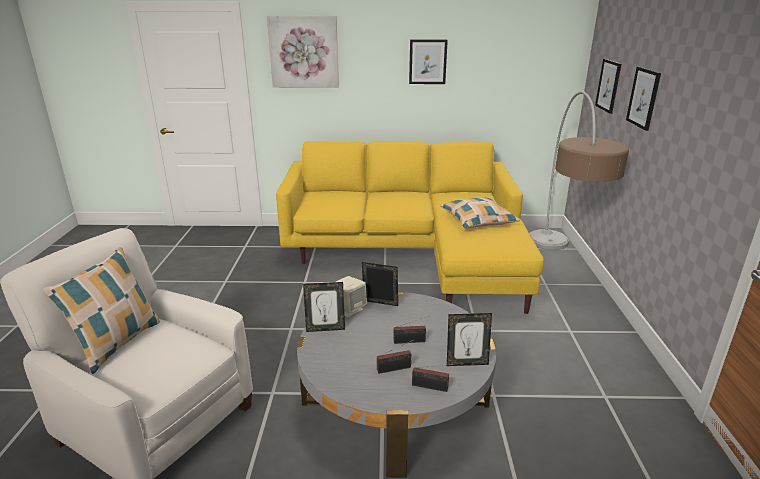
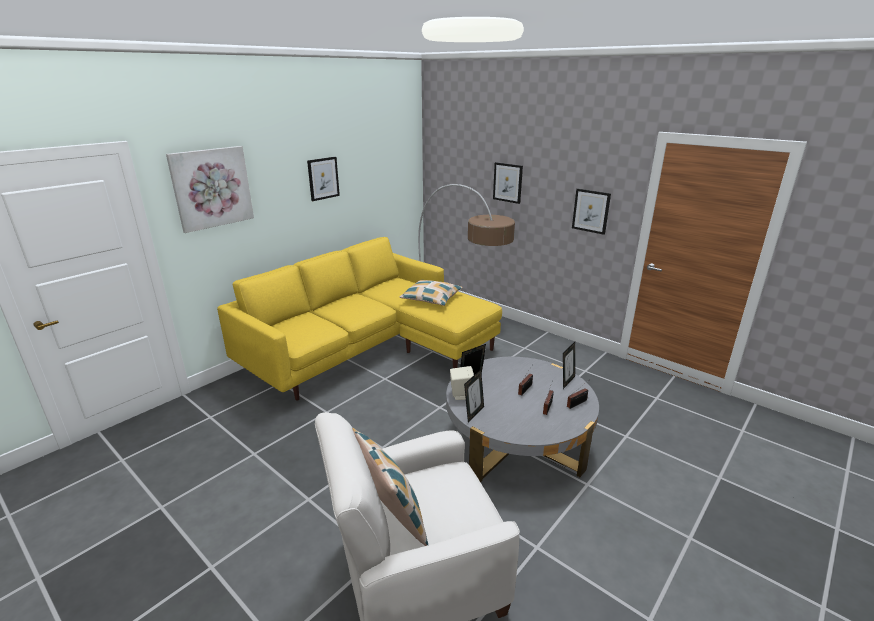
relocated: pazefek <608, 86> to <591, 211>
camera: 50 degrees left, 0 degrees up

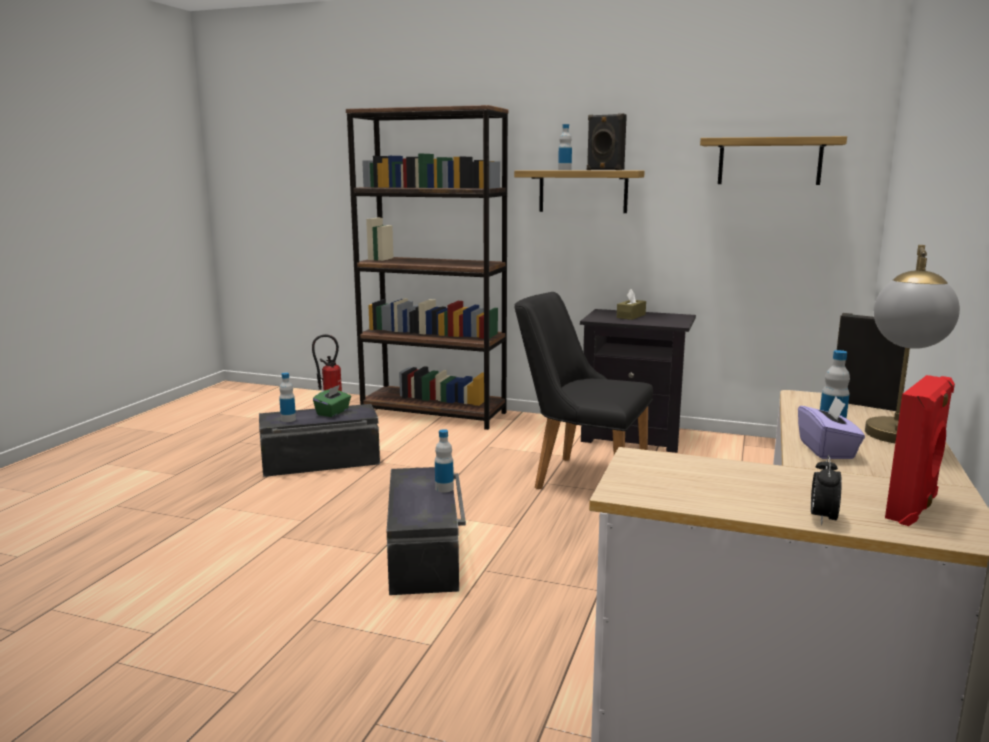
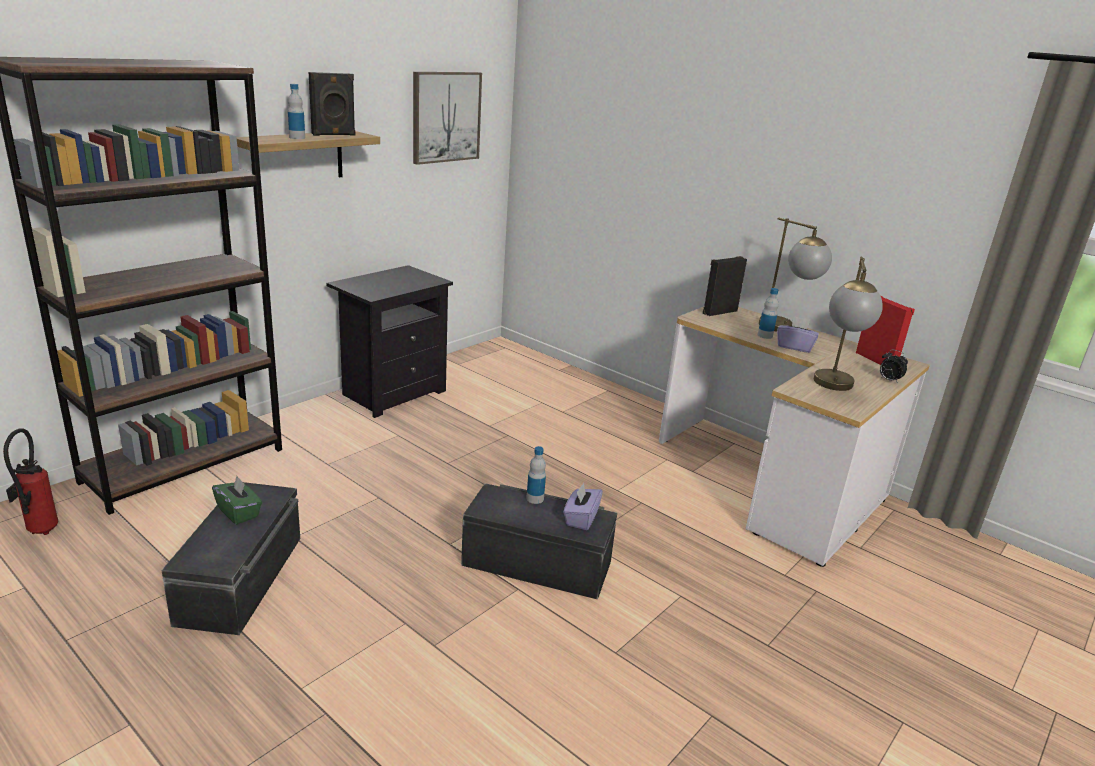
missing: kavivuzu <287, 397>; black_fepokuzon <584, 390>; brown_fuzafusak <631, 304>
appeared: purple_fuzafusak <583, 506>; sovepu <848, 324>
exchanged: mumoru <773, 160> to pazefek <447, 118>
camera: 70 degrees left, 10 degrees up

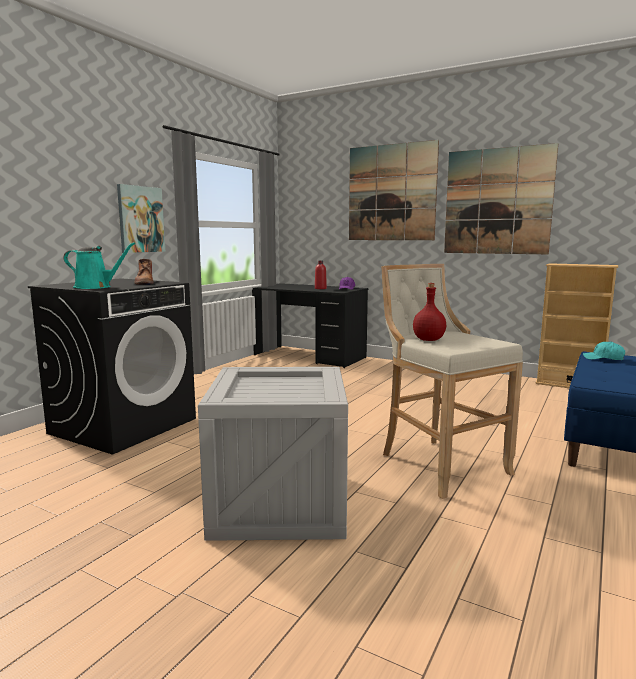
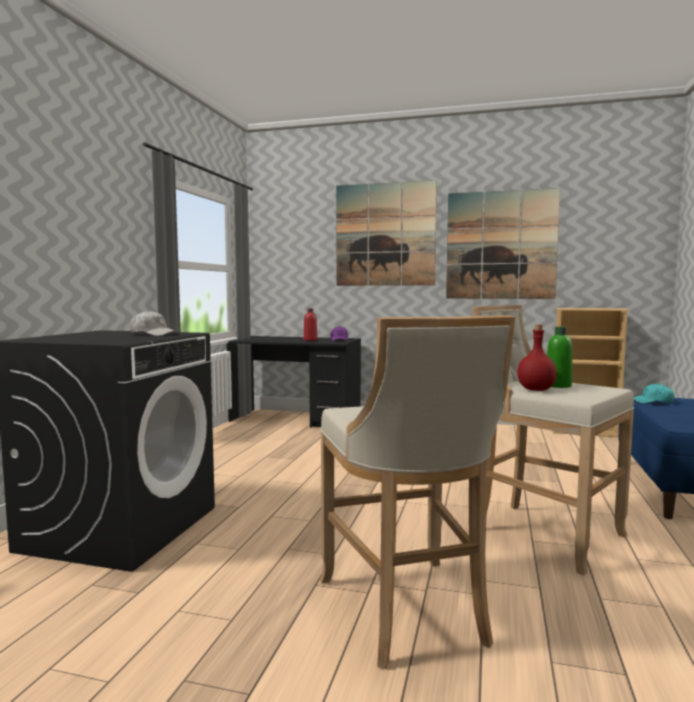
missing: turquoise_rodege <100, 265>; pazefek <141, 218>
appeared: green_kavivuzu <559, 357>
exchanged: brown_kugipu <144, 272> to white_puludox <154, 323>; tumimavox <273, 454> to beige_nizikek <417, 492>
camera: 15 degrees left, 5 degrees down

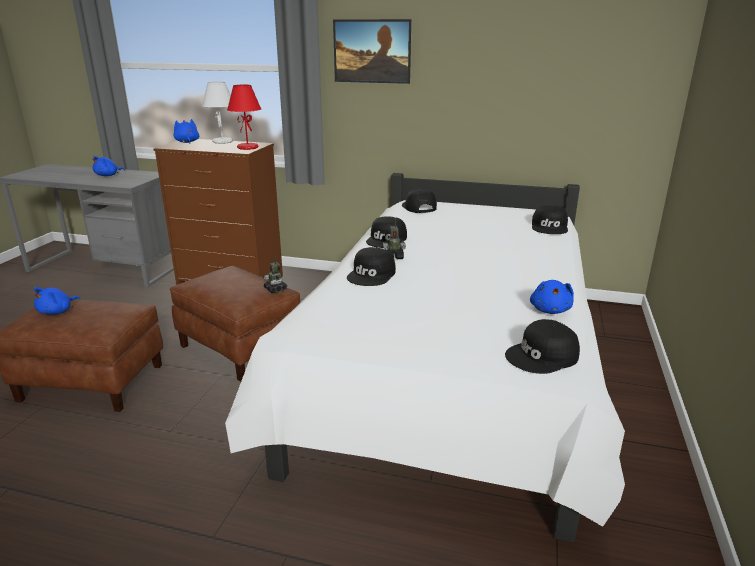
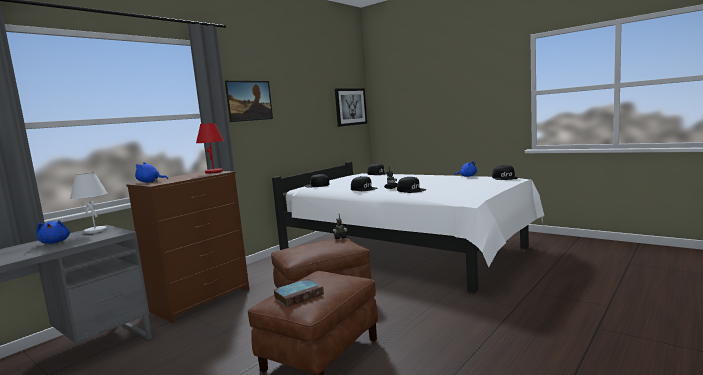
appeared: pazefek <351, 107>
relocated: white_sovepu <217, 113> to <88, 203>
exchanged: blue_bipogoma <57, 301> to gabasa <298, 293>
camera: 65 degrees left, 15 degrees down

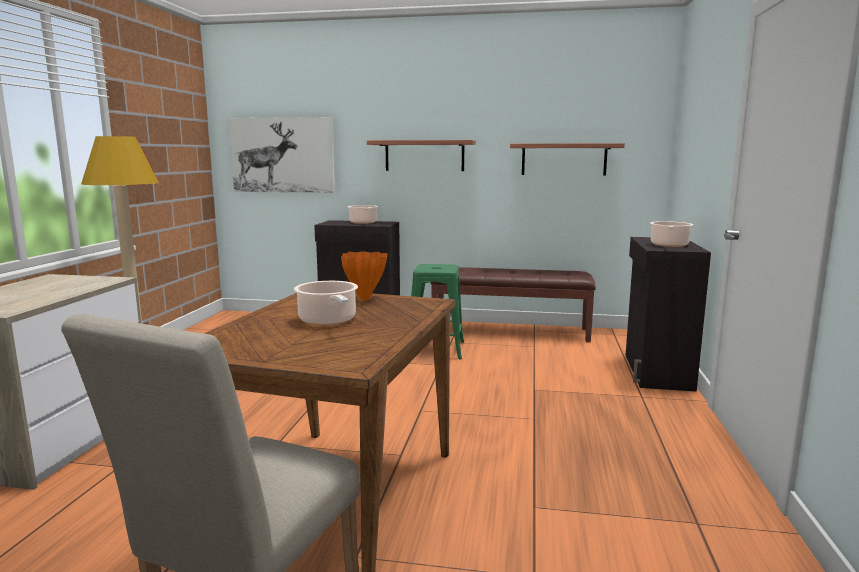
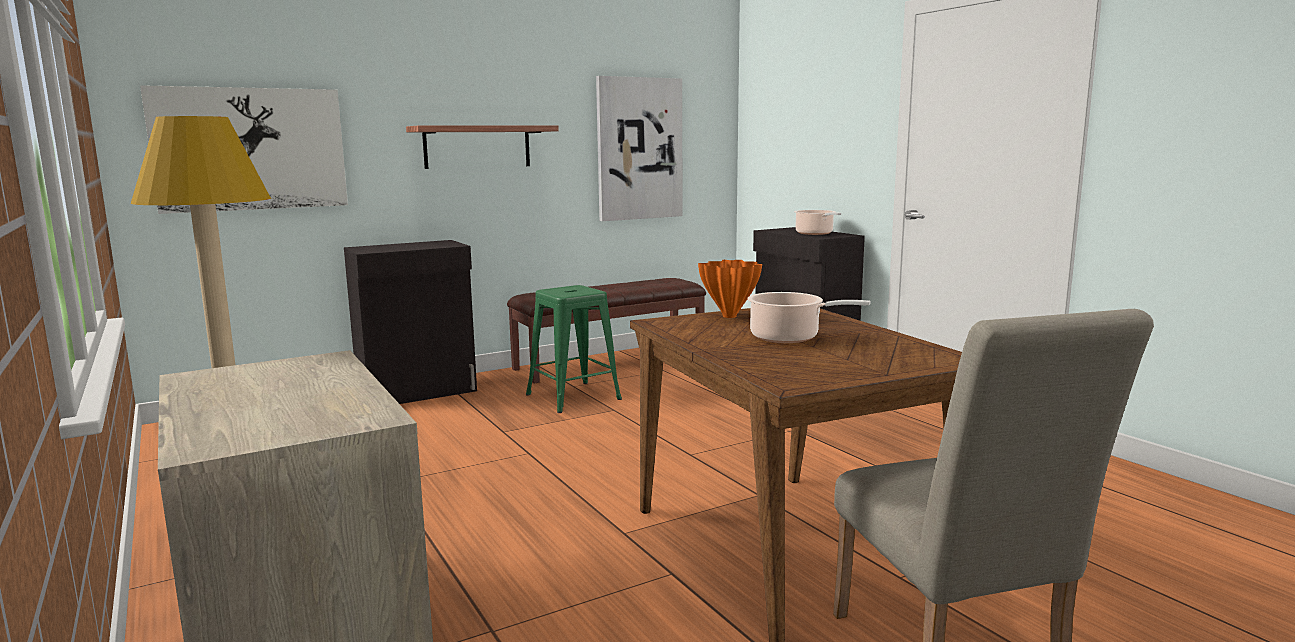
missing: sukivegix <363, 214>
exchanged: mumoru <567, 159> to pazefek <639, 148>
camera: 40 degrees left, 0 degrees up

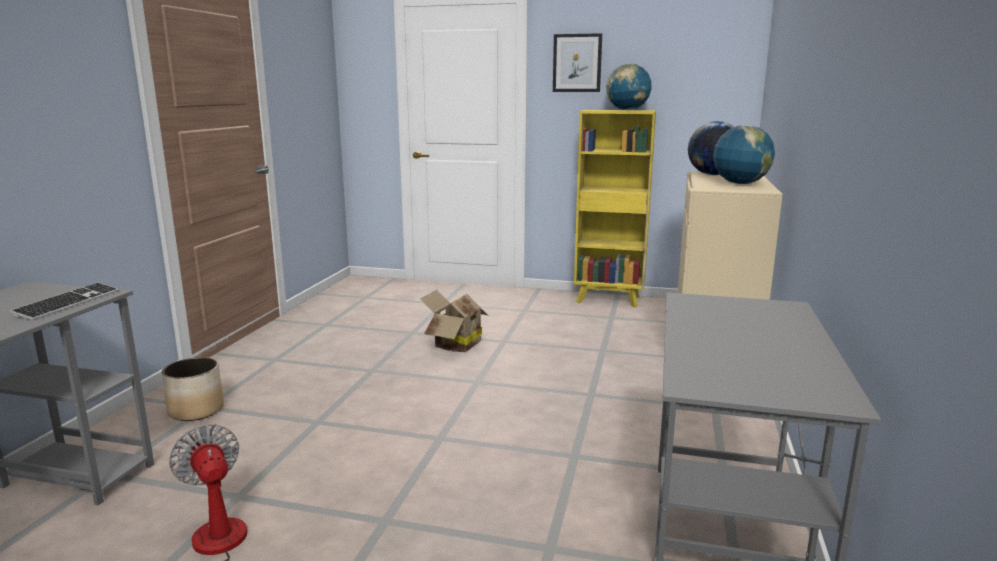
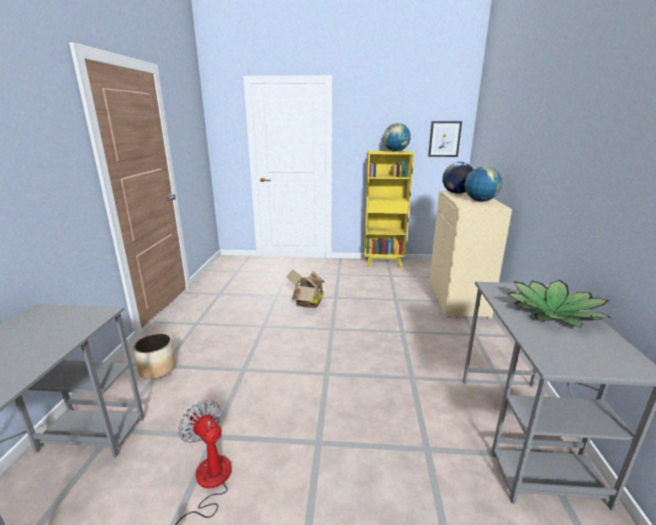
missing: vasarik <64, 301>
appeared: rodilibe <559, 304>
relocated: pazefek <577, 62> to <445, 139>
camera: 10 degrees left, 5 degrees up

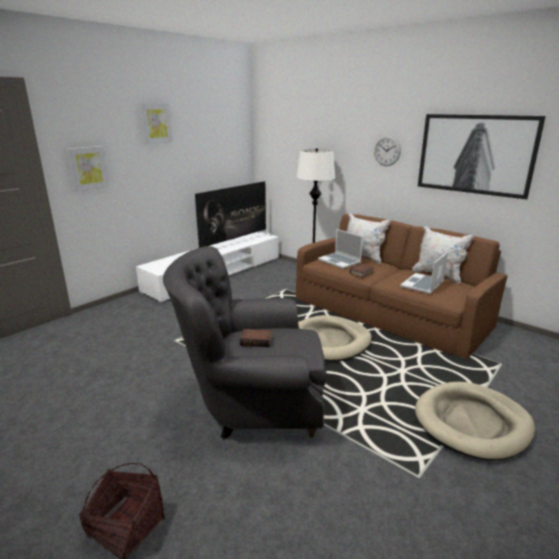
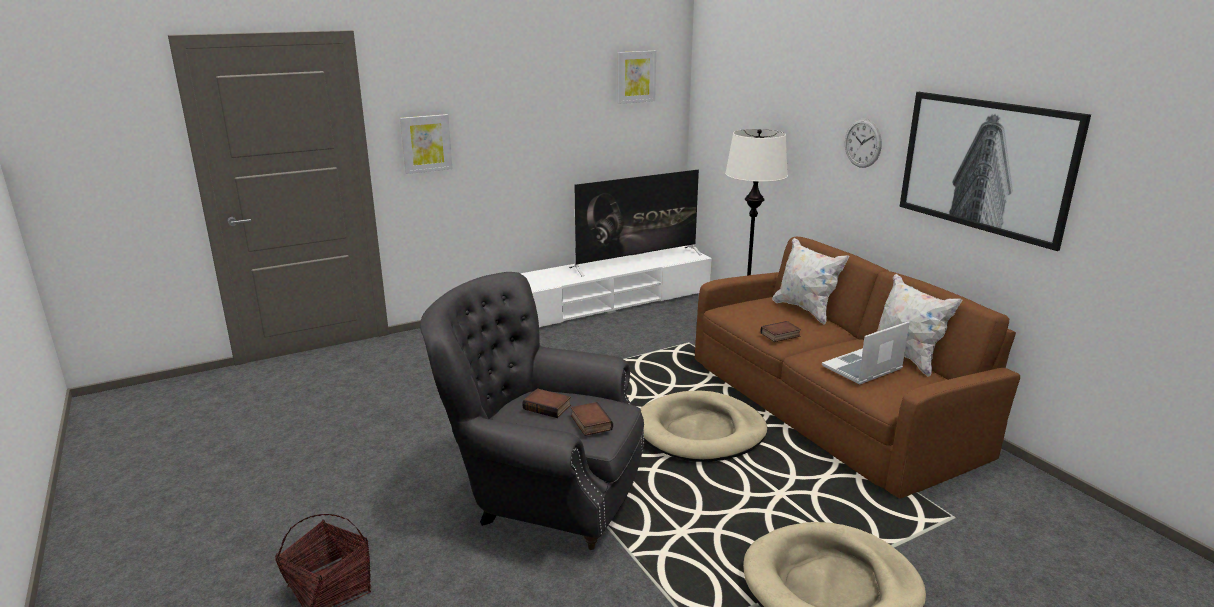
missing: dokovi <340, 249>
appeared: gabasa <592, 419>
relocated: pazefek <156, 124> to <636, 77>
camera: 20 degrees right, 0 degrees up

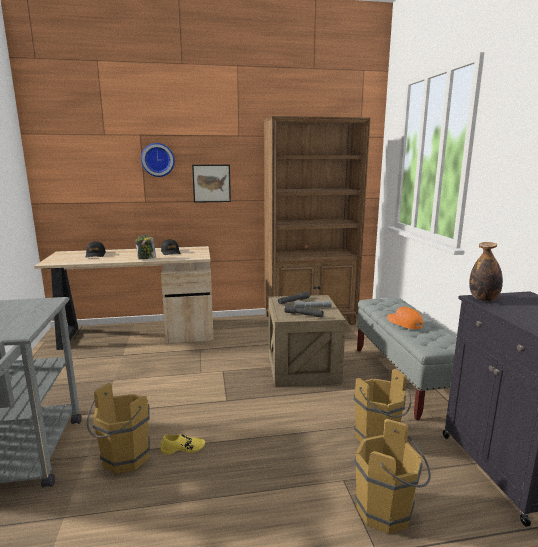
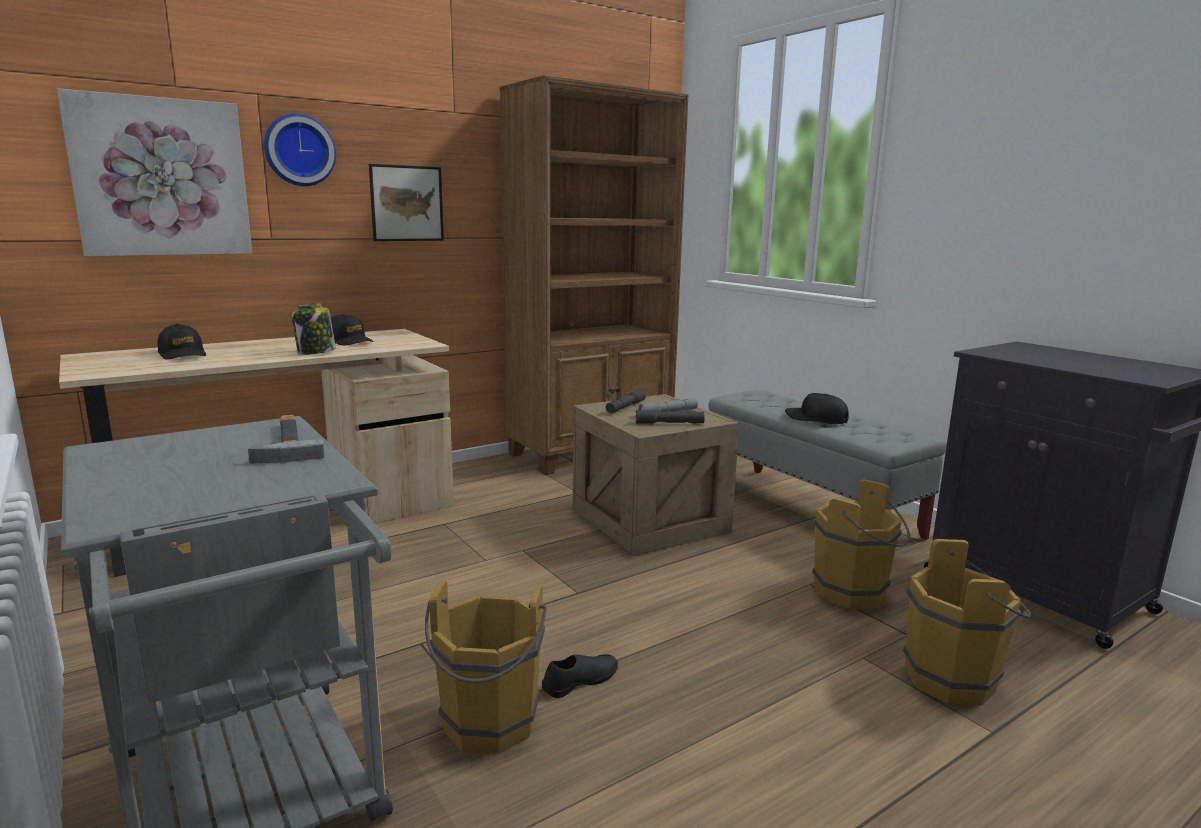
missing: kavivuzu <486, 271>
appeared: pazefek <154, 172>; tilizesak <286, 439>
colour: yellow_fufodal <182, 444> to black_fufodal <580, 676>; orange_puludox <405, 318> to black_puludox <817, 408>
camera: 25 degrees left, 0 degrees up

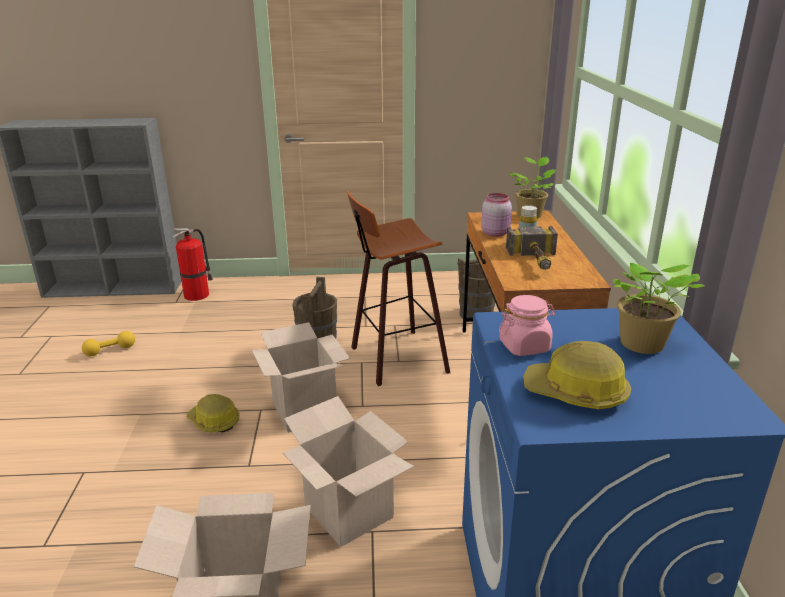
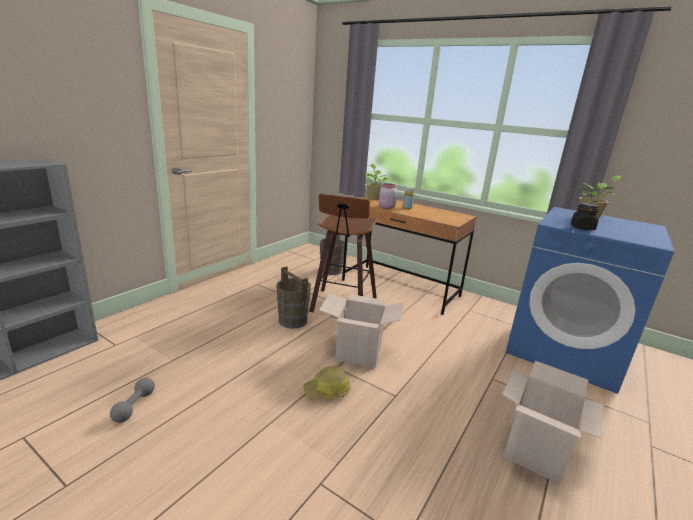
missing: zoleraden <193, 264>; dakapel <348, 471>; tilizesak <532, 248>; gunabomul <577, 375>
colour: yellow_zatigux <108, 343> to grey_zatigux <132, 400>; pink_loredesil <527, 325> to black_loredesil <585, 216>
camera: 55 degrees left, 5 degrees down

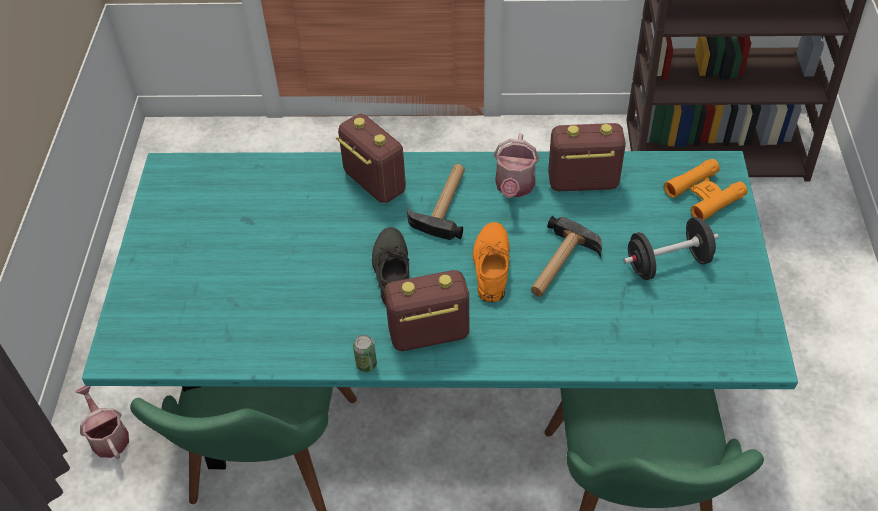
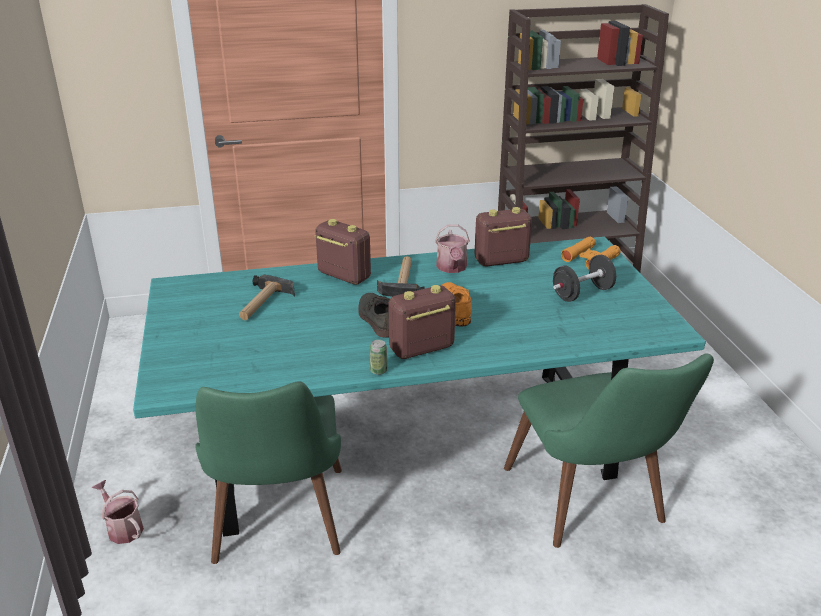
relocated: tilizesak <566, 256> to <267, 297>
camera: 15 degrees left, 20 degrees down

